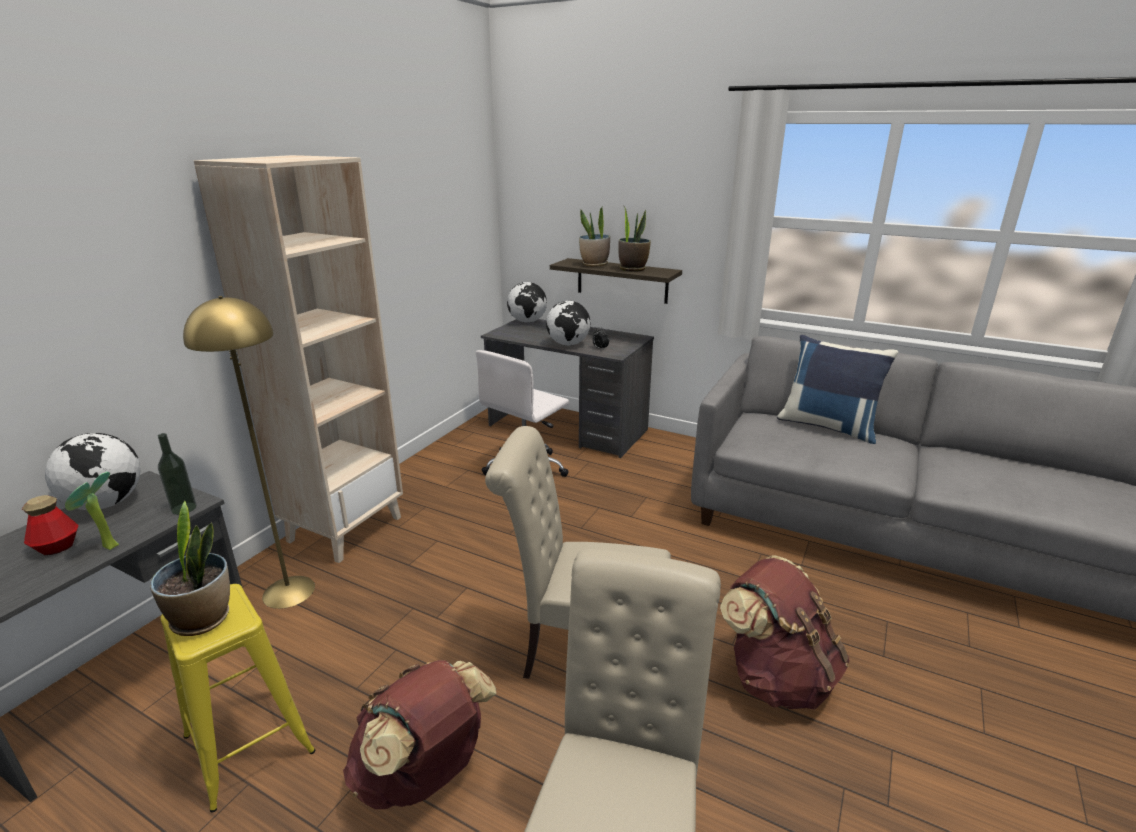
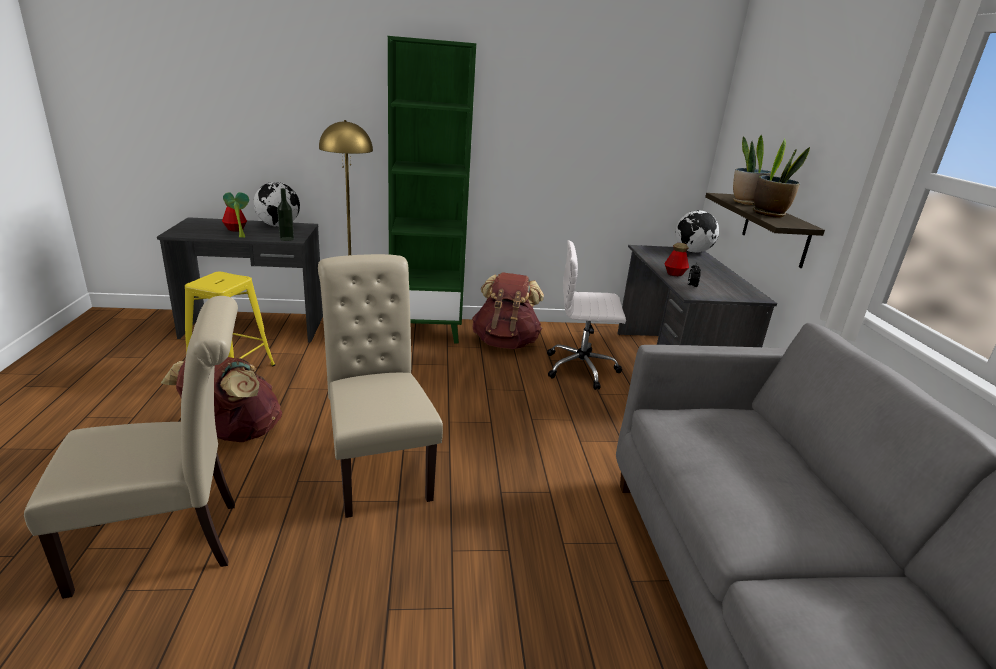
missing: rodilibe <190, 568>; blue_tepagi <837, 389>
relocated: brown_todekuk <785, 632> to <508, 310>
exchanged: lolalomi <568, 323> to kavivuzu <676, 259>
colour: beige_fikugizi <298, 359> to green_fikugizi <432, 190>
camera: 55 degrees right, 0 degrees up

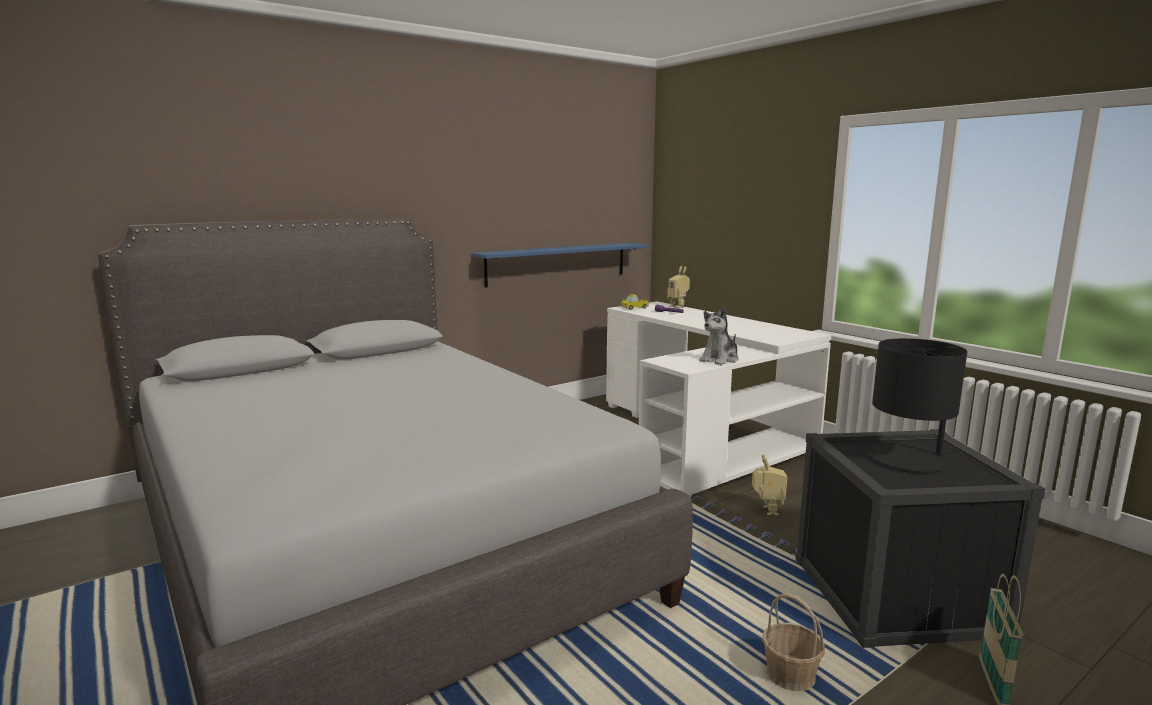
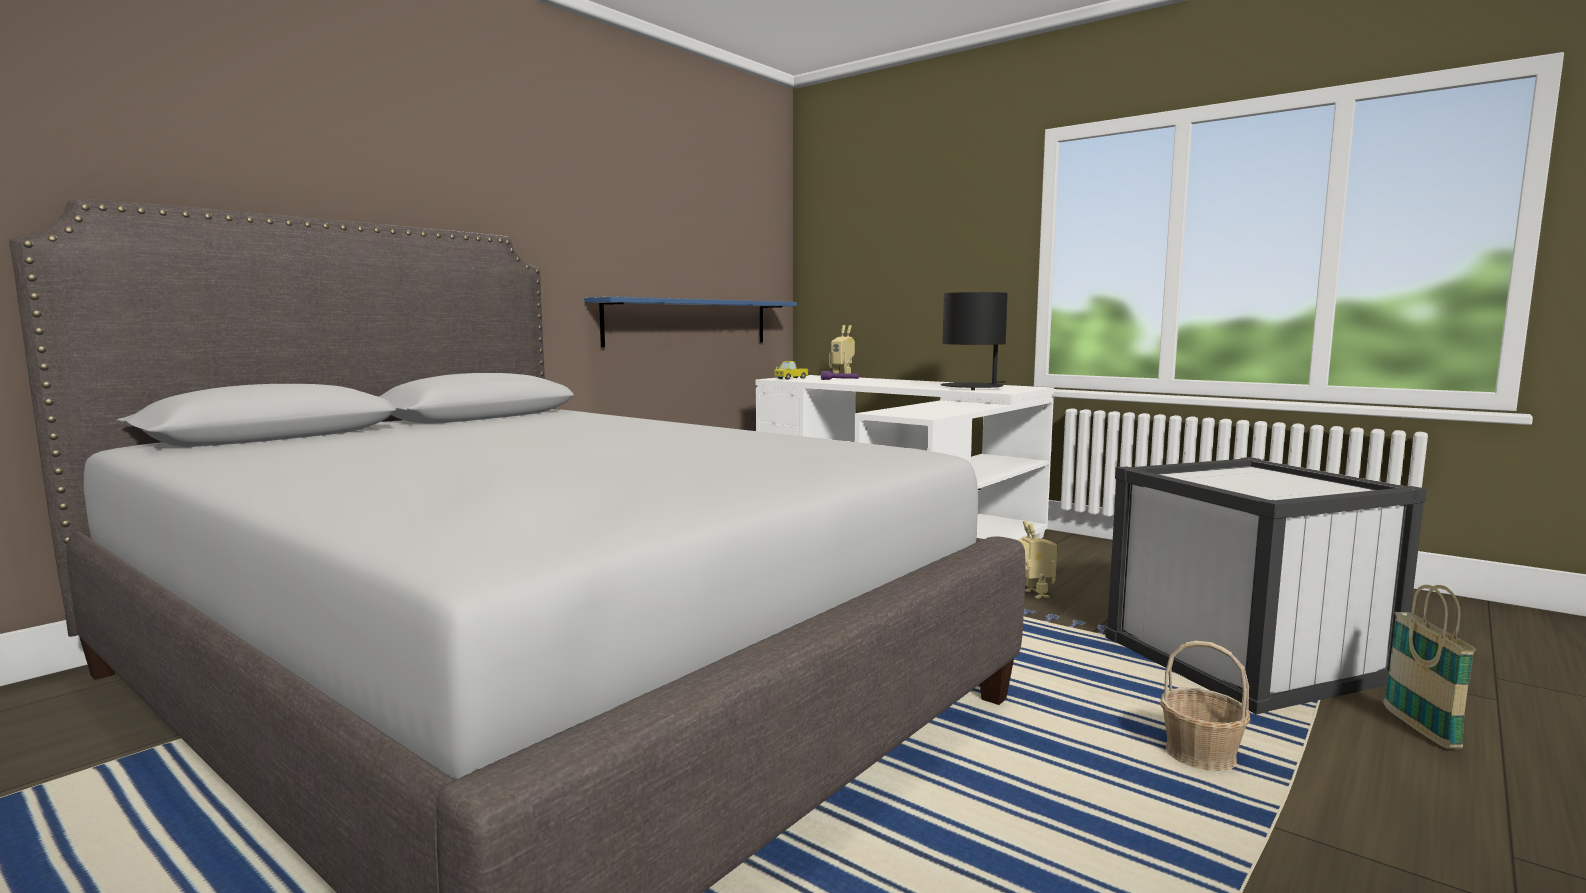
missing: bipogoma <718, 335>
relocated: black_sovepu <916, 405> to <974, 341>
colour: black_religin <920, 538> to white_religin <1266, 586>
camera: 15 degrees left, 5 degrees down

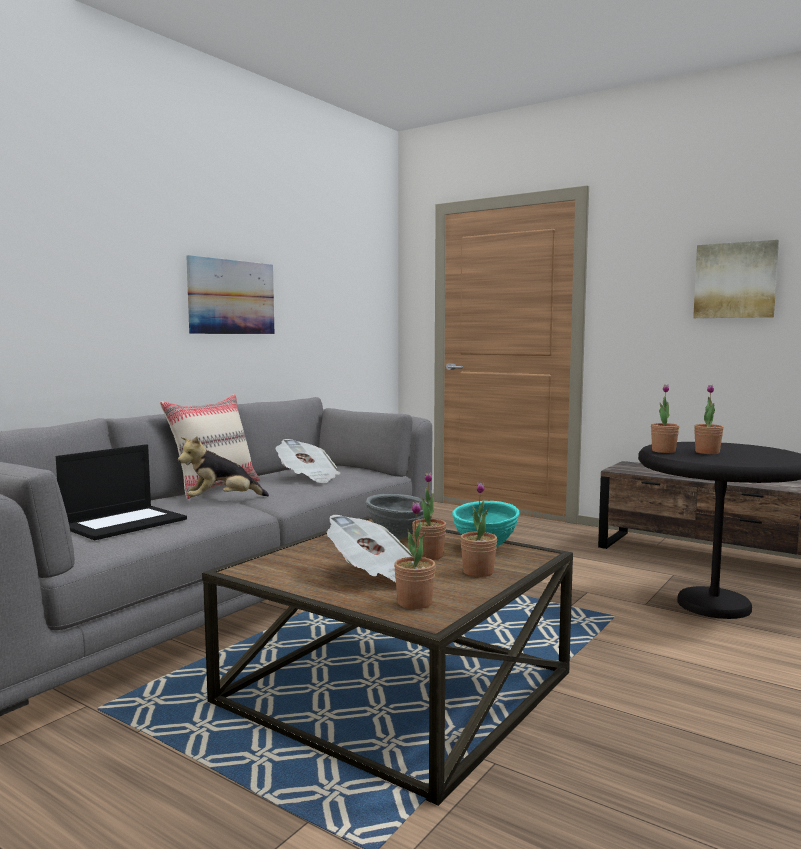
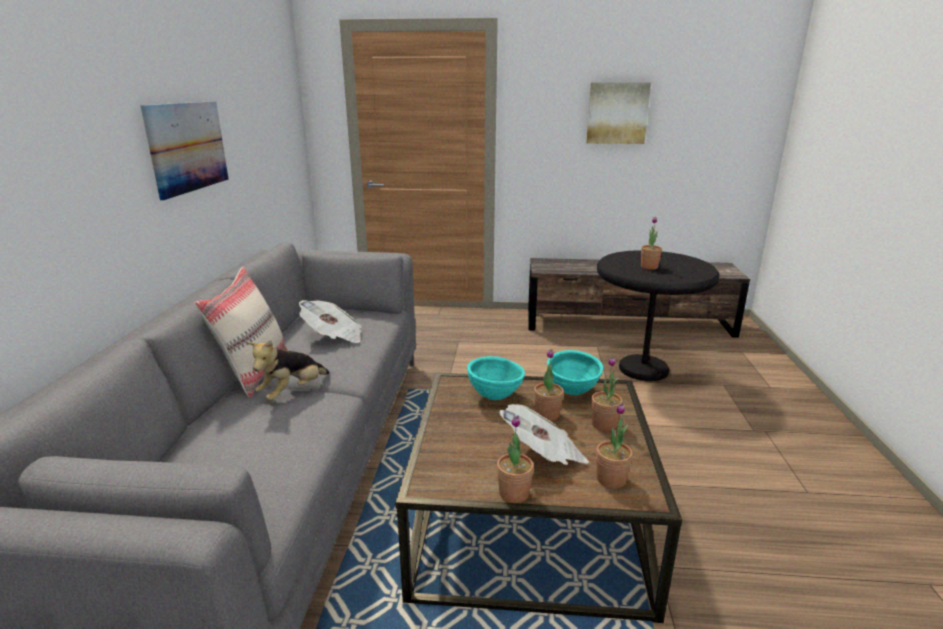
missing: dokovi <121, 492>
relocated: rodilibe <665, 418> to <515, 459>
colour: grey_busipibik <396, 516> to turquoise_busipibik <496, 378>
camera: 30 degrees left, 15 degrees up

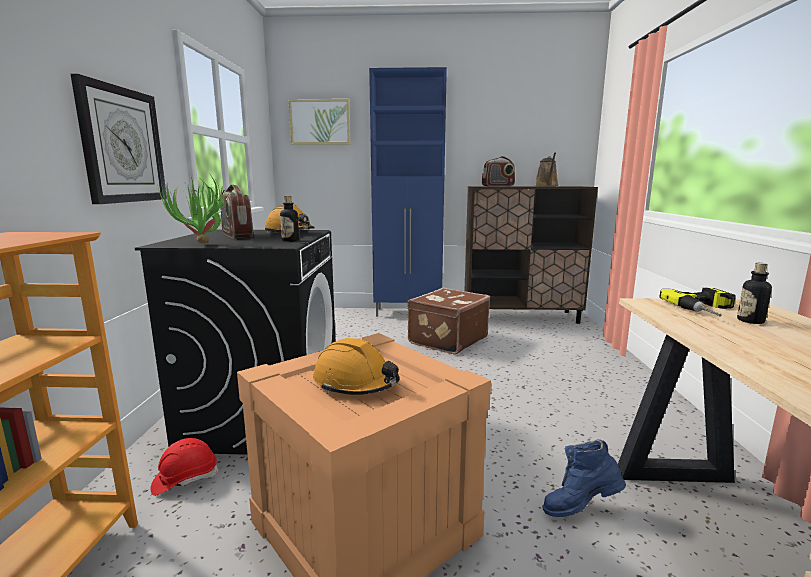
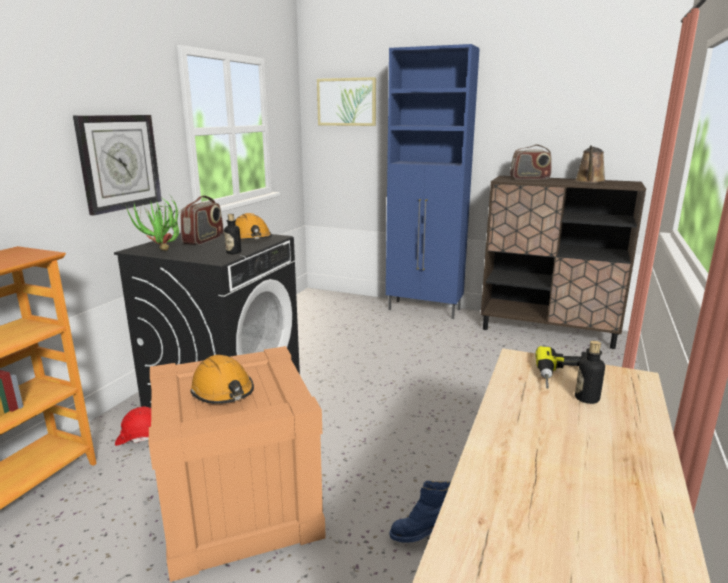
missing: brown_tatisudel <448, 321>
spun: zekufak <236, 211> = <202, 220> 150 degrees counterclockwise
camera: 20 degrees right, 5 degrees up

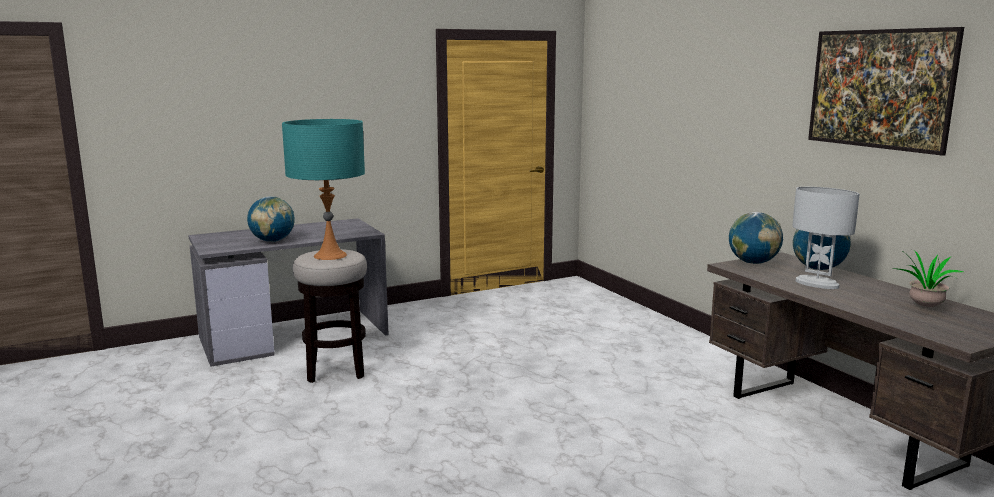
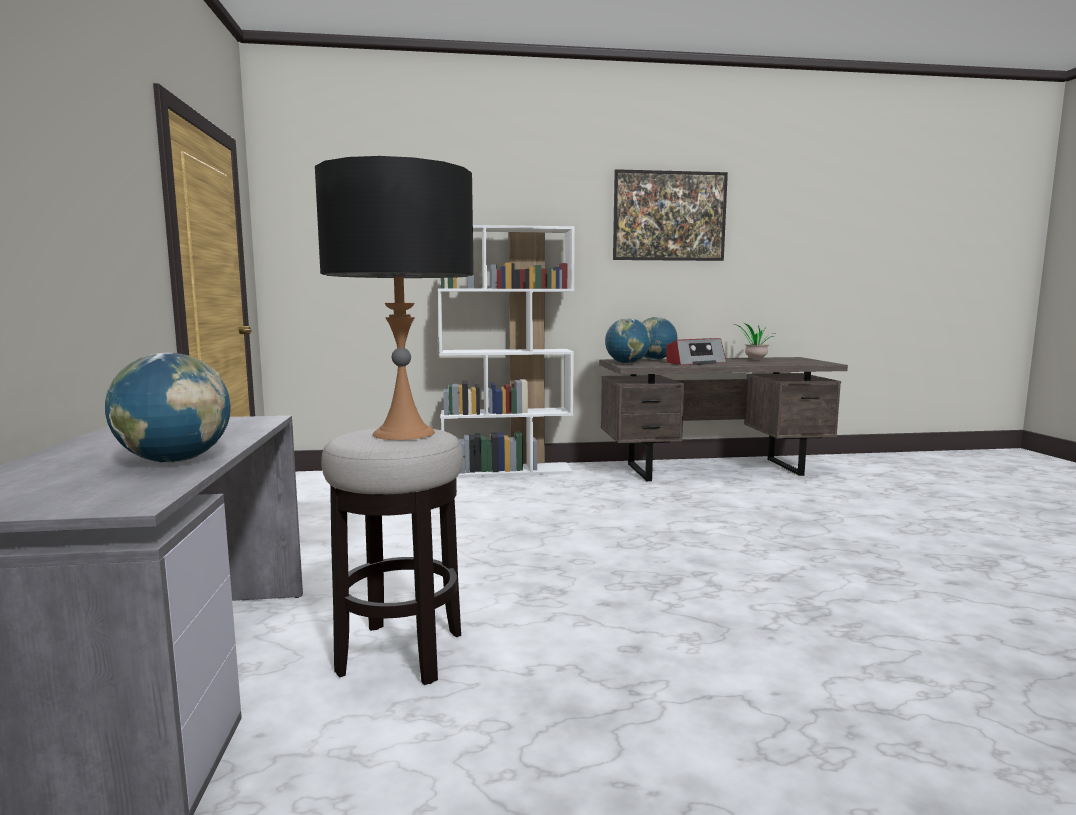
appeared: white_fikugizi <506, 351>
exchanged: white_sovepu <826, 238> to zekufak <696, 351>
colour: turquoise_sovepu <323, 189> to black_sovepu <394, 298>
camera: 70 degrees left, 5 degrees down

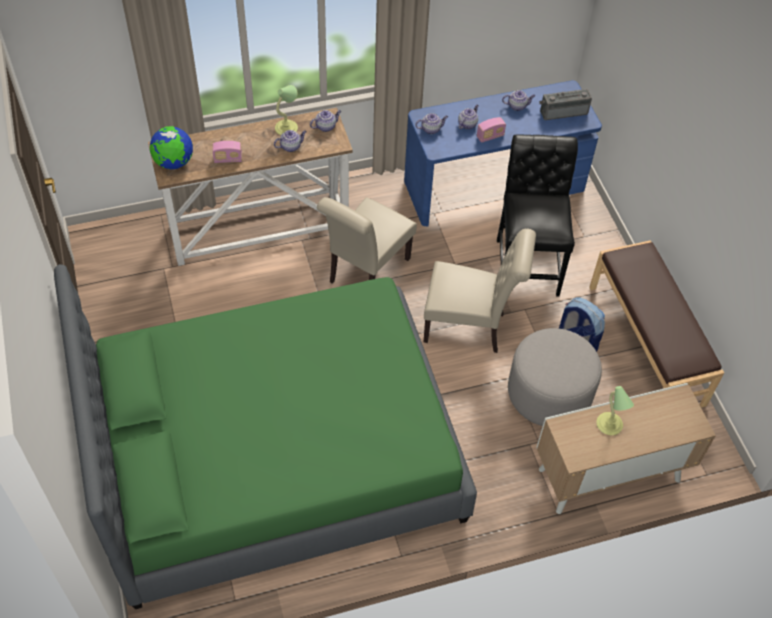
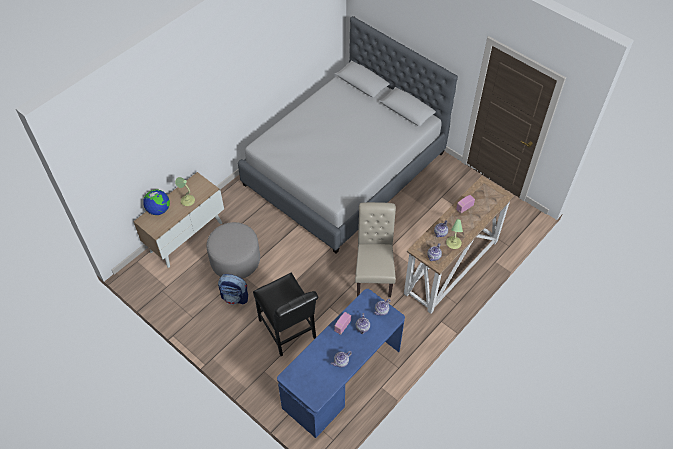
missing: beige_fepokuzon <480, 291>; zekufak <565, 104>; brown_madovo <656, 324>
relocated: lolalomi <171, 147> to <156, 202>
colour: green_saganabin <265, 436> to grey_saganabin <348, 135>
camera: 150 degrees right, 0 degrees up

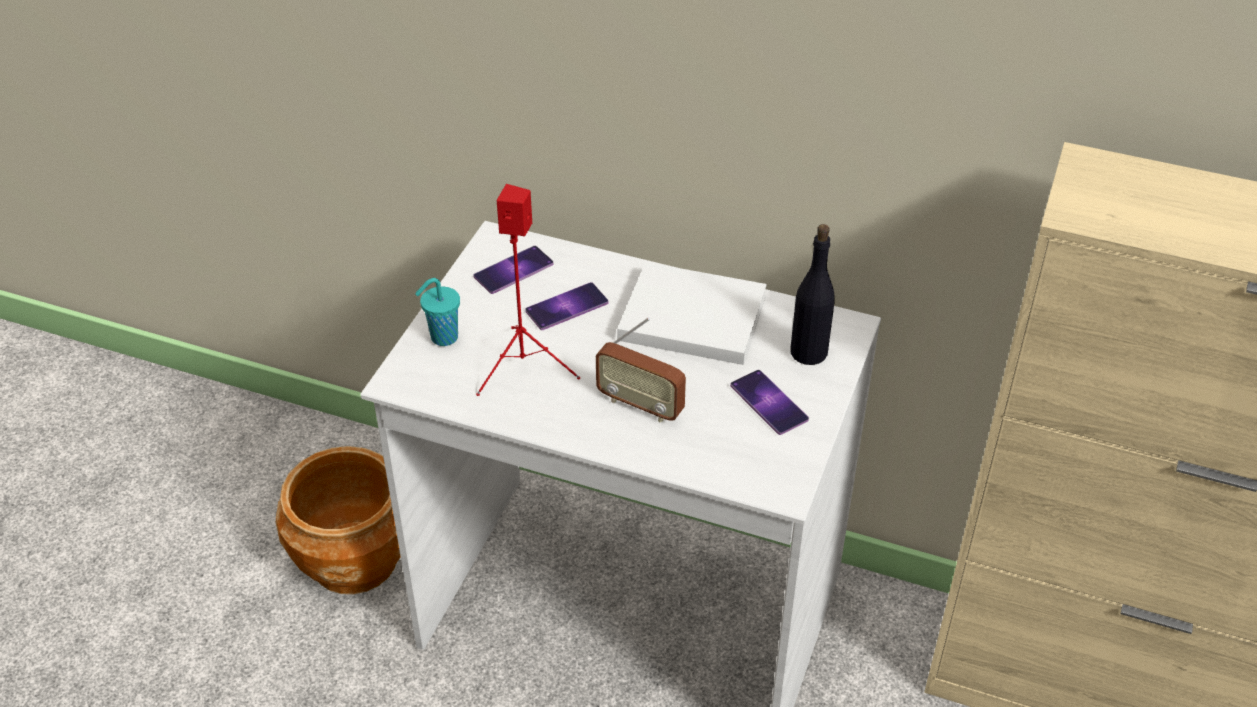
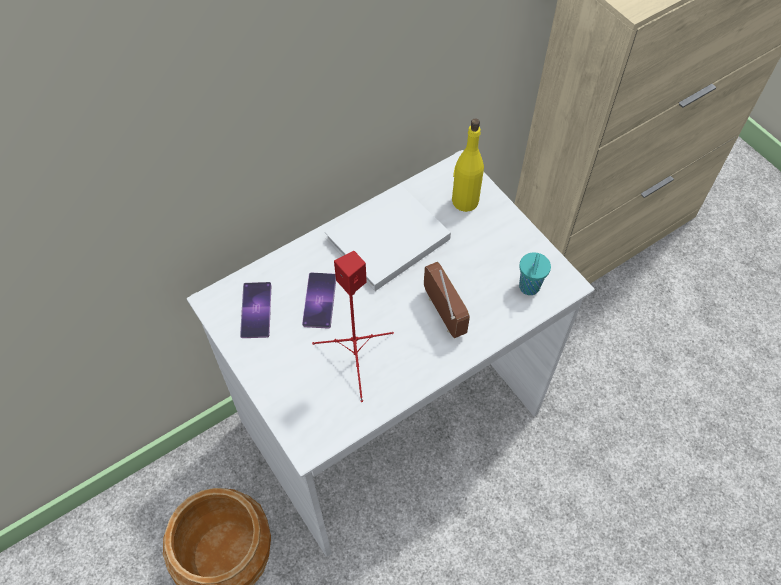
missing: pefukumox <769, 402>
relocated: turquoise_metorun <437, 312> to <535, 274>
colour: black_kavivuzu <812, 294> to yellow_kavivuzu <468, 165>
spun: zekufak <641, 369> = <447, 300> 90 degrees counterclockwise
camera: 55 degrees left, 15 degrees up

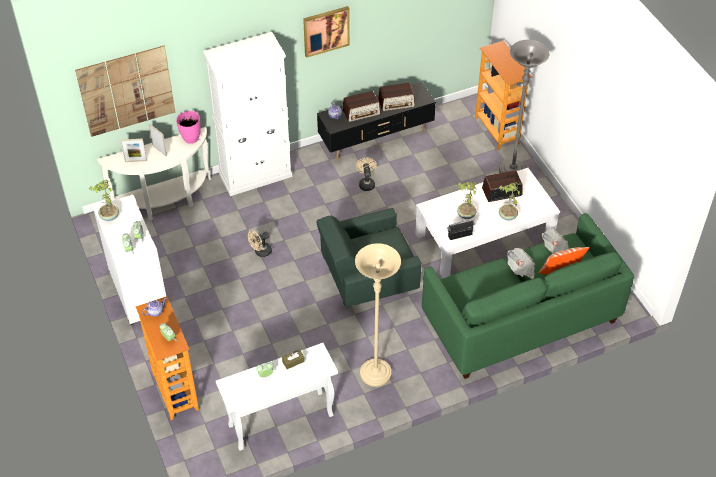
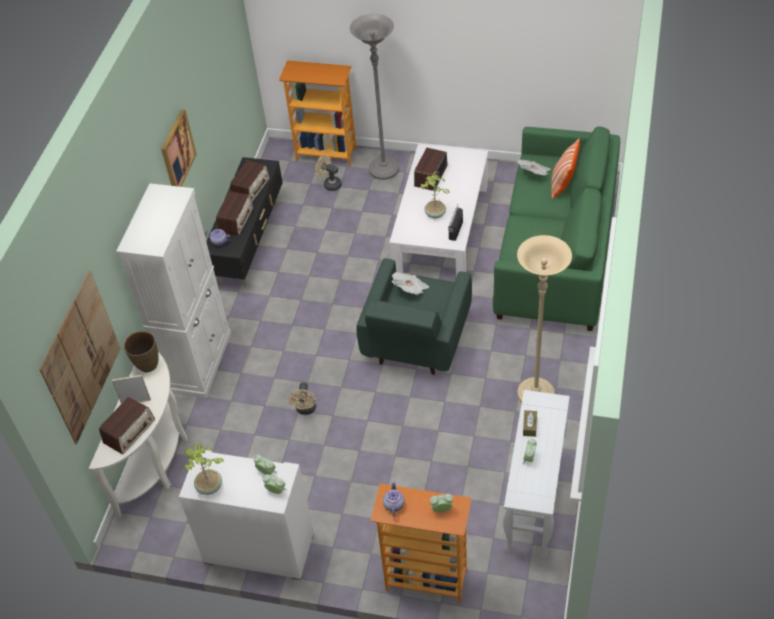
missing: rodilibe <509, 201>
relocated: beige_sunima <366, 174> to <328, 173>; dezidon <521, 263> to <410, 283>
exchanged: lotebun <133, 150> to zekufak <127, 425>
colour: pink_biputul <188, 127> to brown_biputul <141, 351>
camera: 50 degrees left, 0 degrees up

